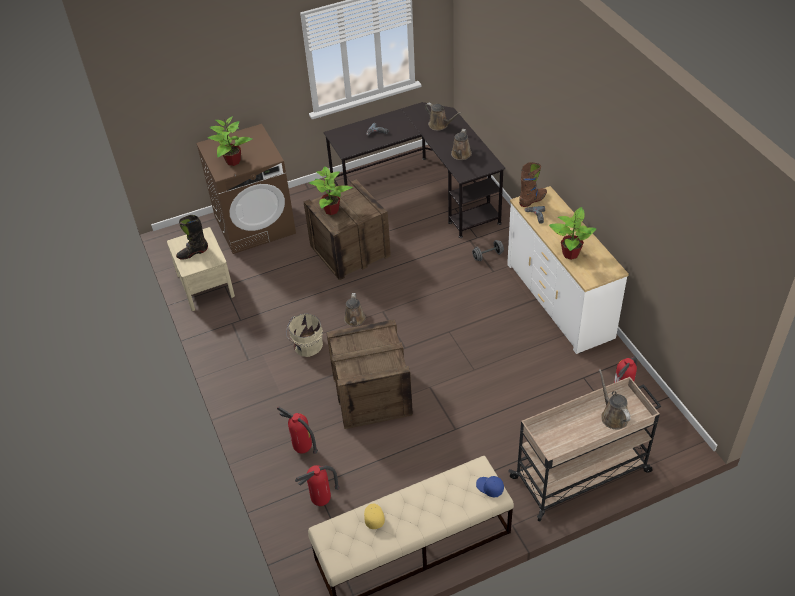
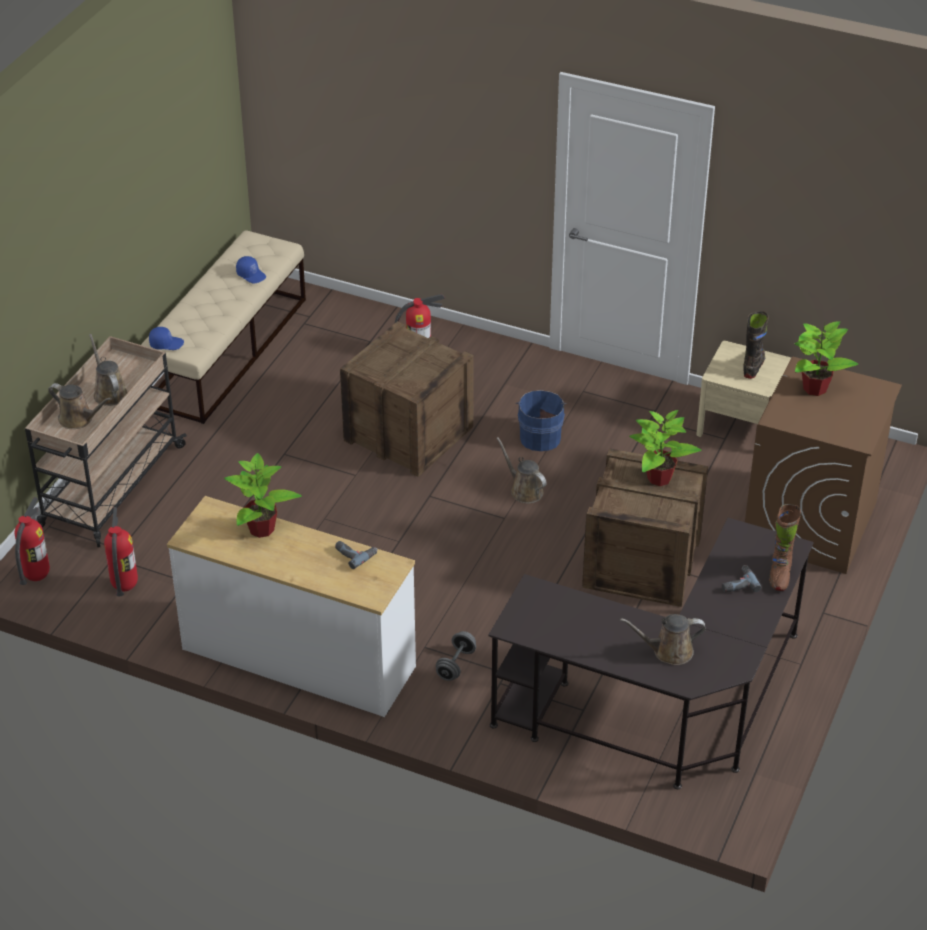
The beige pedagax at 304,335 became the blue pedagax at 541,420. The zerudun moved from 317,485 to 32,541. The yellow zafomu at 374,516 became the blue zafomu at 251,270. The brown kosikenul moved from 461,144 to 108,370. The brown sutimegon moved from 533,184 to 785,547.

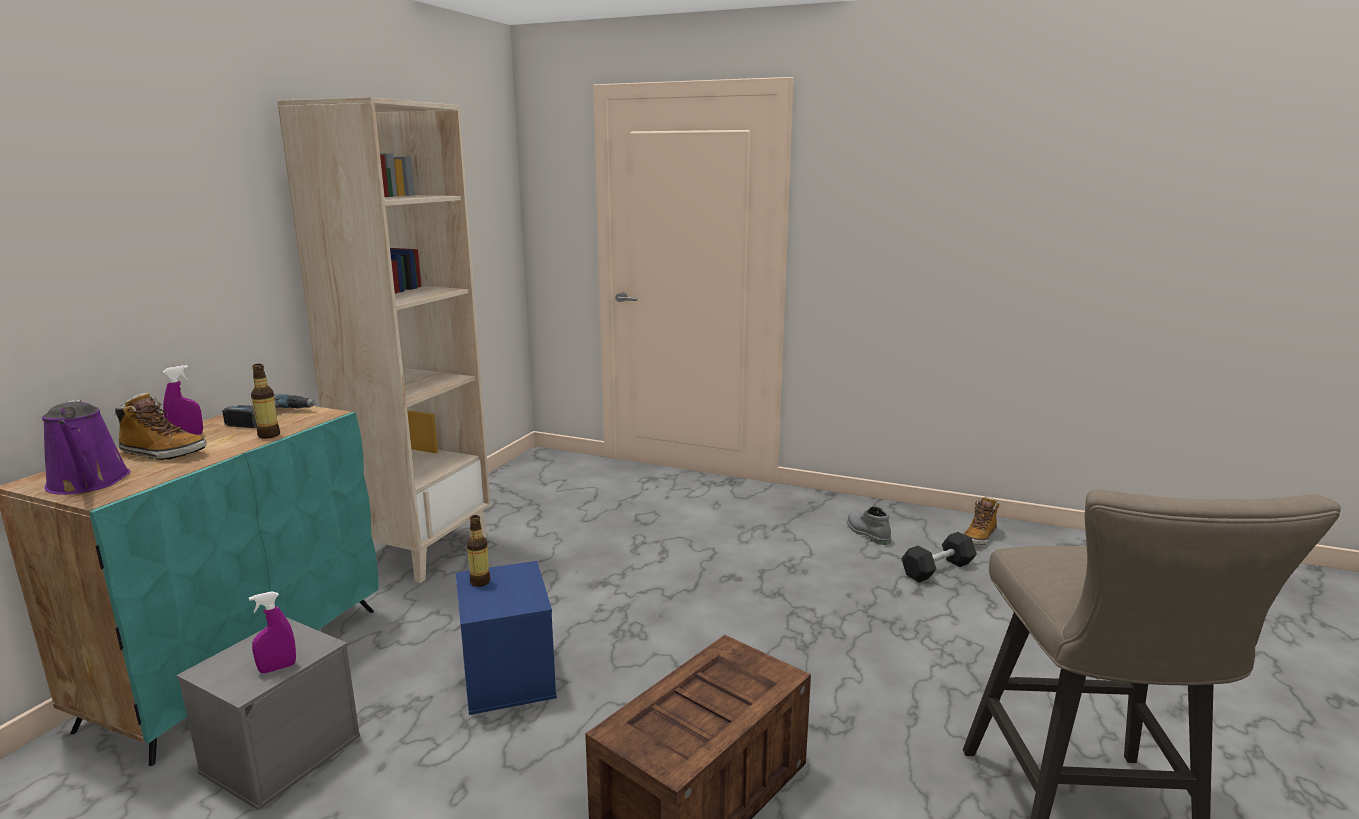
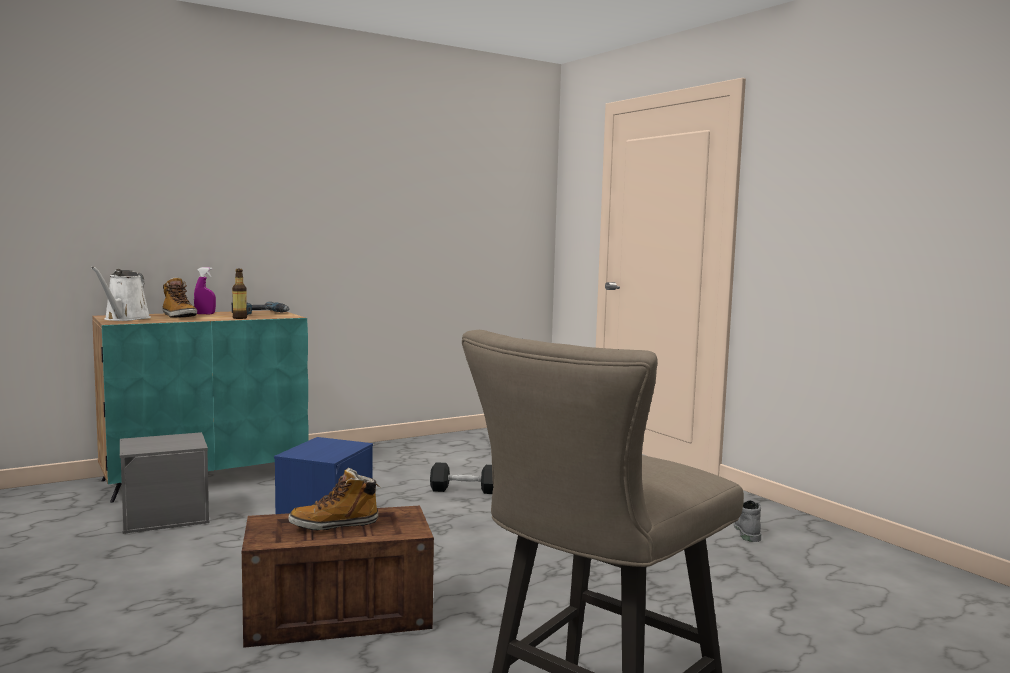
The purple kosikenul at 86,447 became the white kosikenul at 121,294. The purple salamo at 272,632 disappeared. The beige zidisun at 384,340 disappeared. The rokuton at 478,551 disappeared. The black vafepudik moved from 939,557 to 461,478. The sutimegon moved from 982,521 to 334,499.

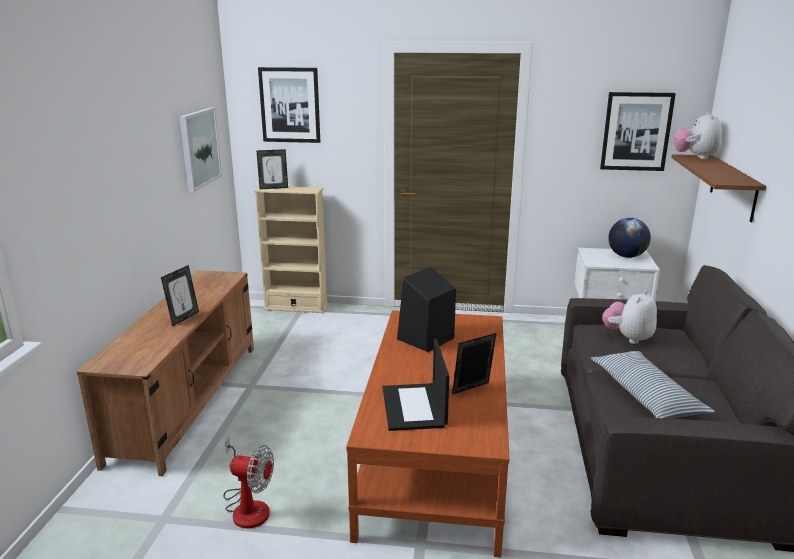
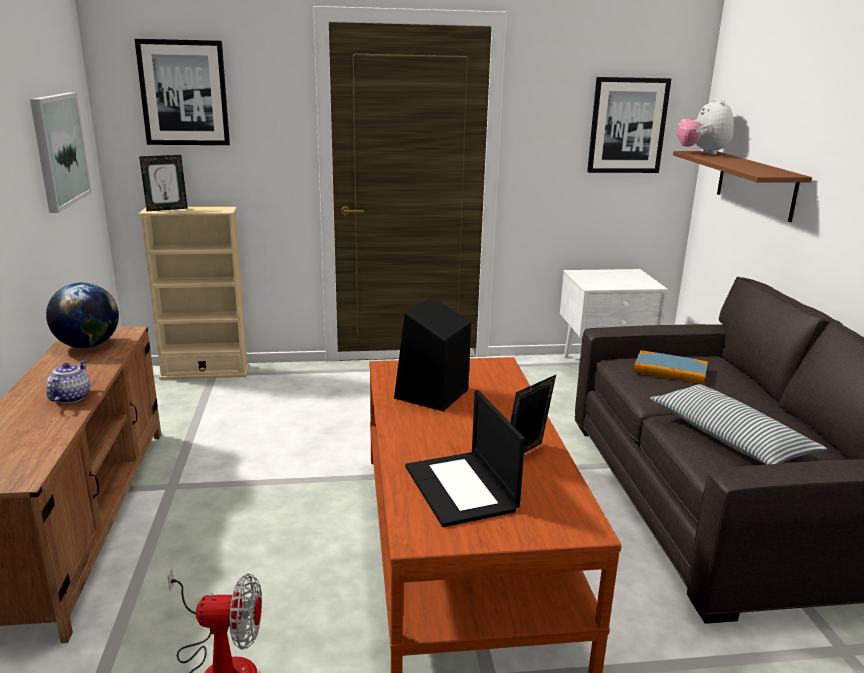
The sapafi at 180,295 was replaced by the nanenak at 68,381. The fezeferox at 629,317 was replaced by the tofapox at 671,367. The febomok moved from 629,238 to 82,315.

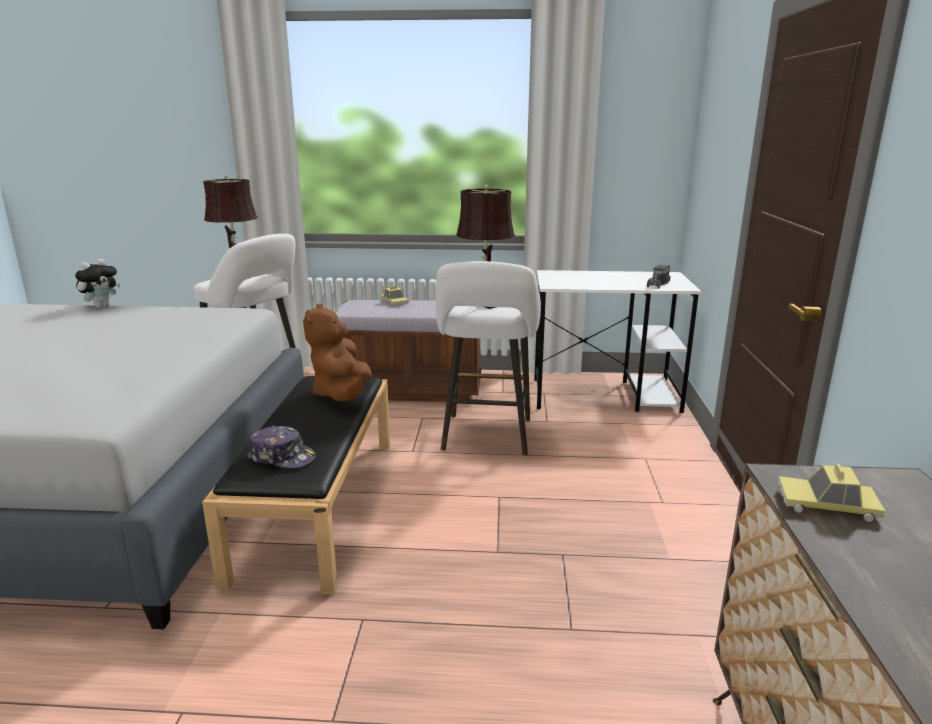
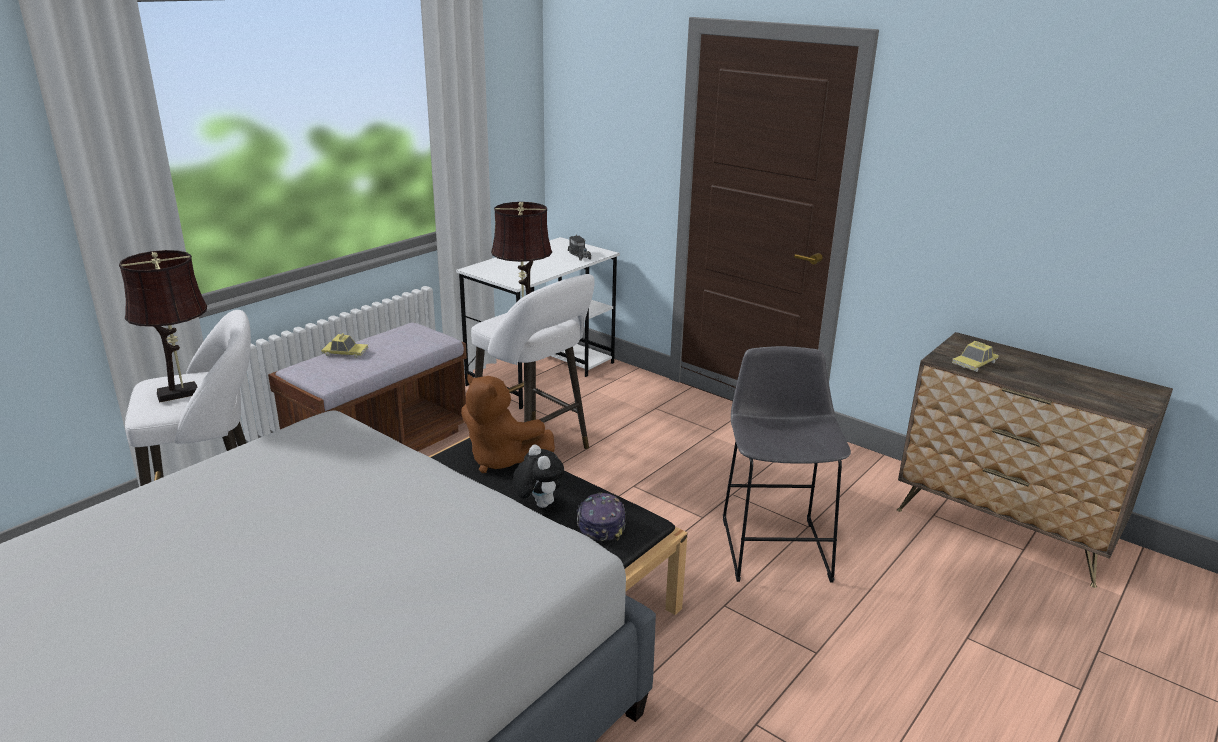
The fezeferox moved from 97,283 to 538,476. The zafomu at 281,447 turned 60 degrees counterclockwise. The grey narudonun at 787,464 appeared.

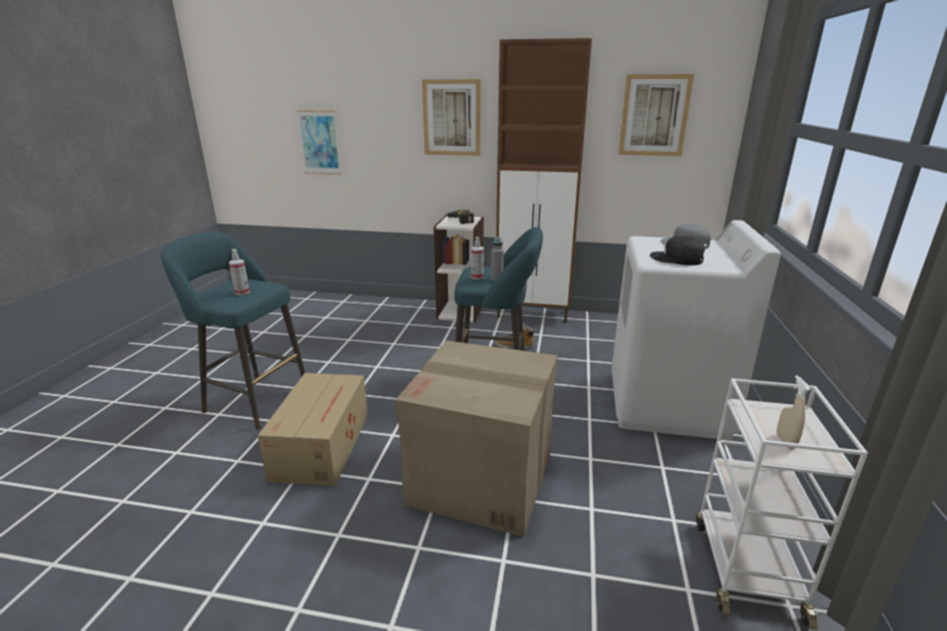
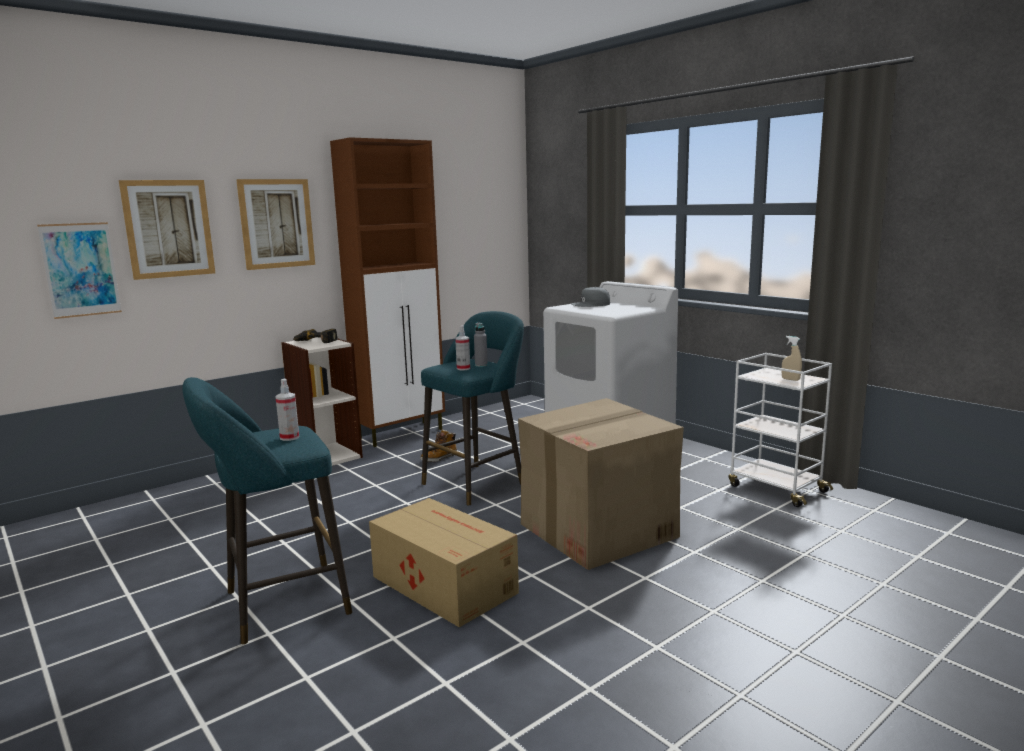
The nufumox moved from 656,115 to 167,230. The black zafomu at 677,250 disappeared.

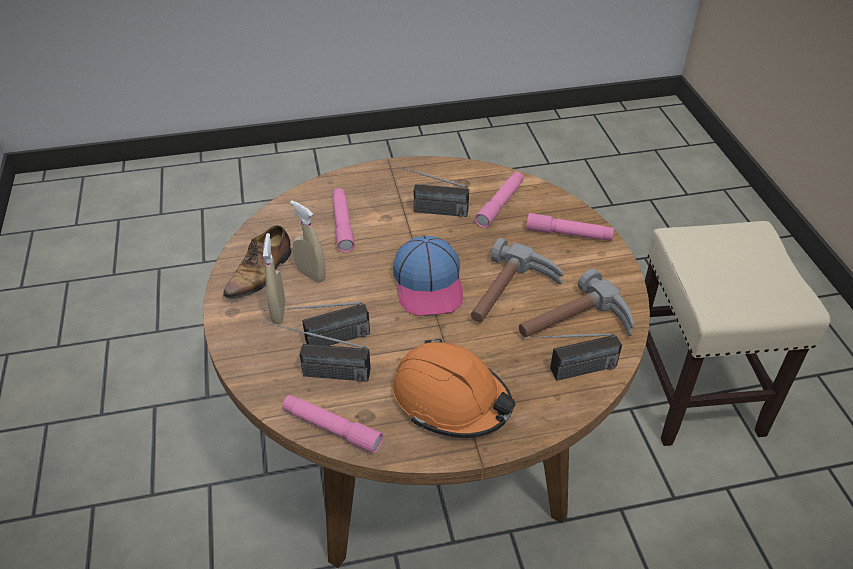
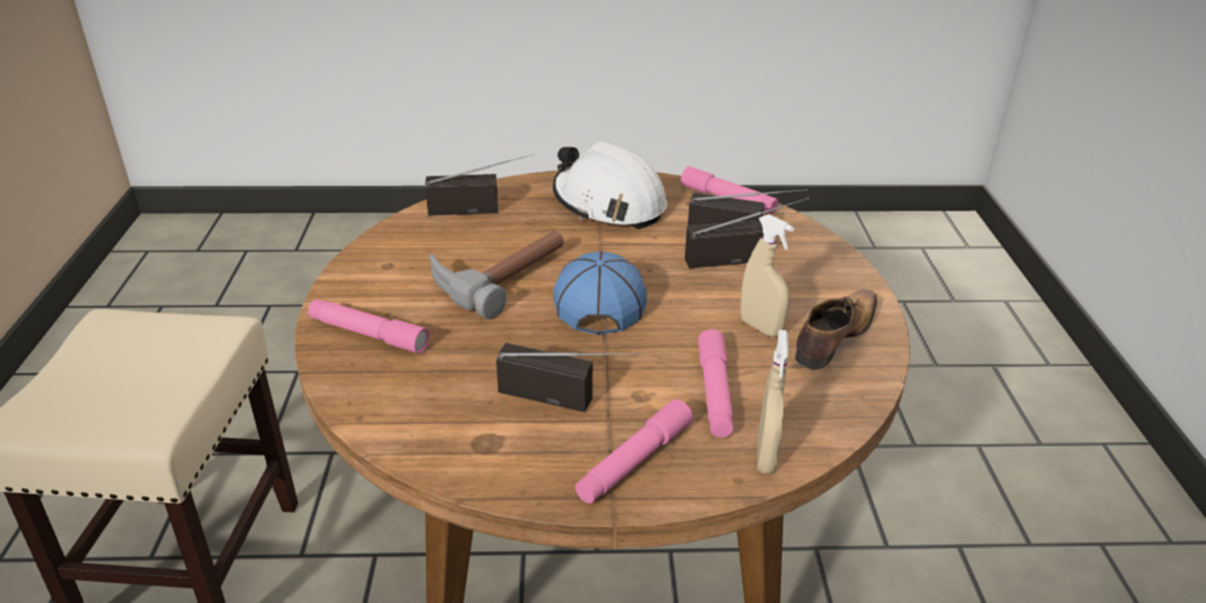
The beige salamo moved from 274,278 to 773,402. The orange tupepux at 454,388 became the white tupepux at 610,185. The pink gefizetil moved from 499,200 to 634,451. The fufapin at 576,303 disappeared.

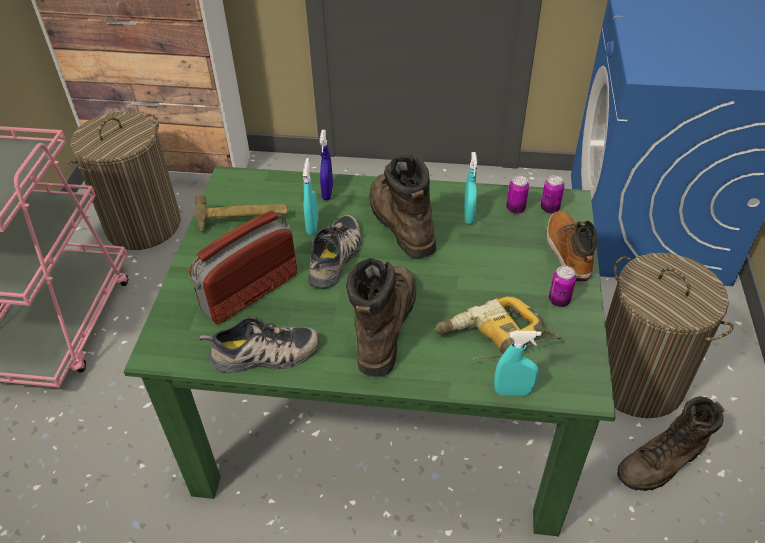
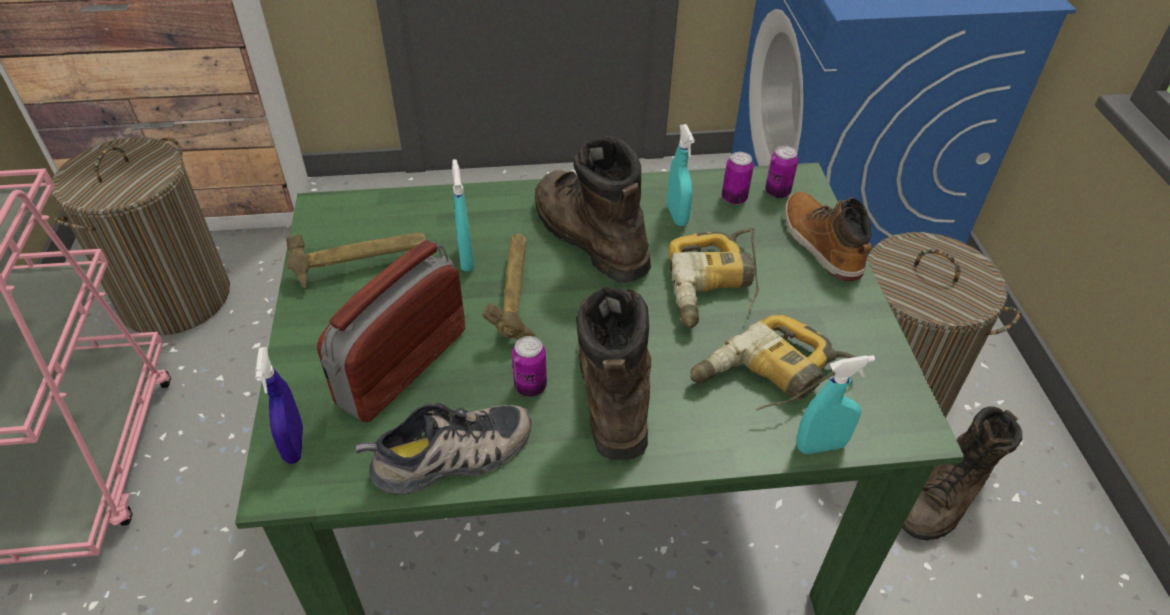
The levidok at 335,252 was replaced by the fufapin at 509,286. The blue salamo moved from 326,165 to 279,405. The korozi moved from 562,286 to 529,366. The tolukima at 713,278 appeared.

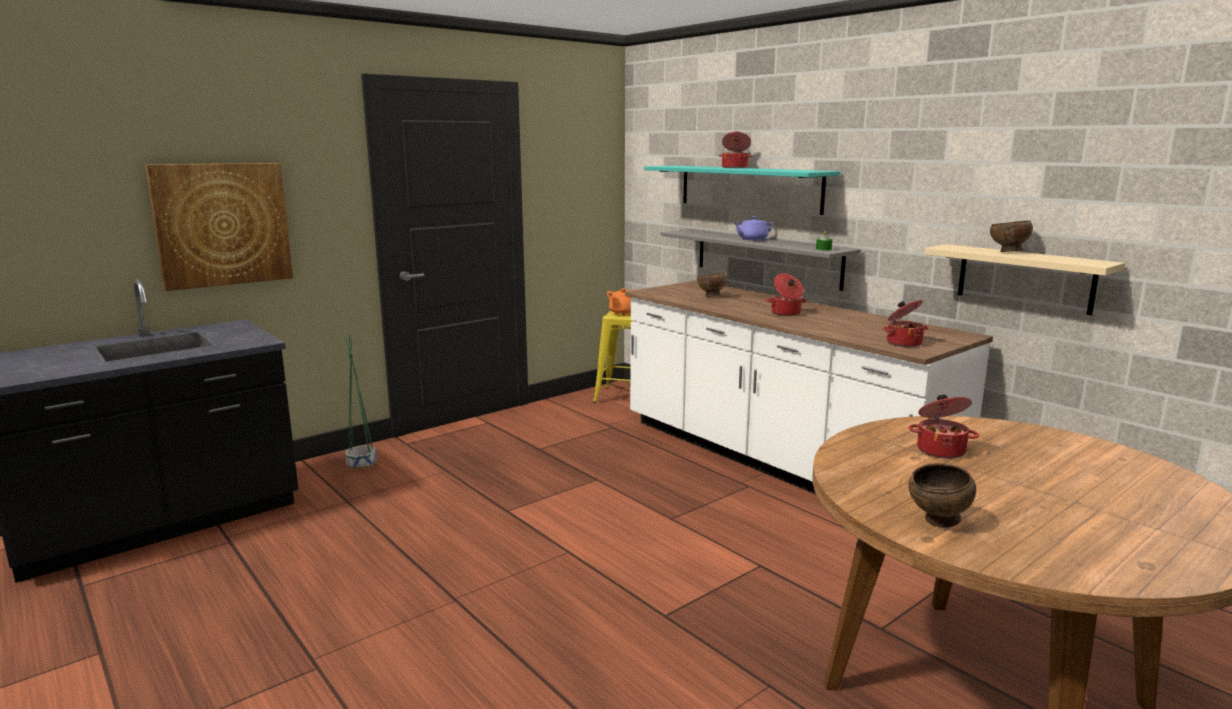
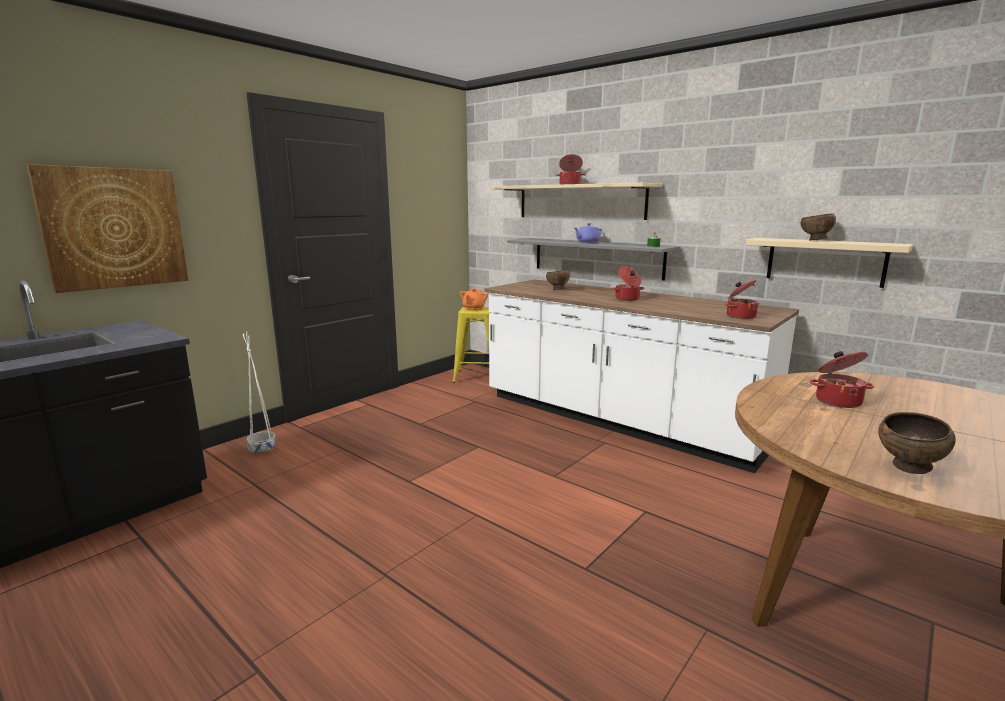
The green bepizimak at 360,402 became the white bepizimak at 259,392. The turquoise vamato at 742,190 became the beige vamato at 576,201.

